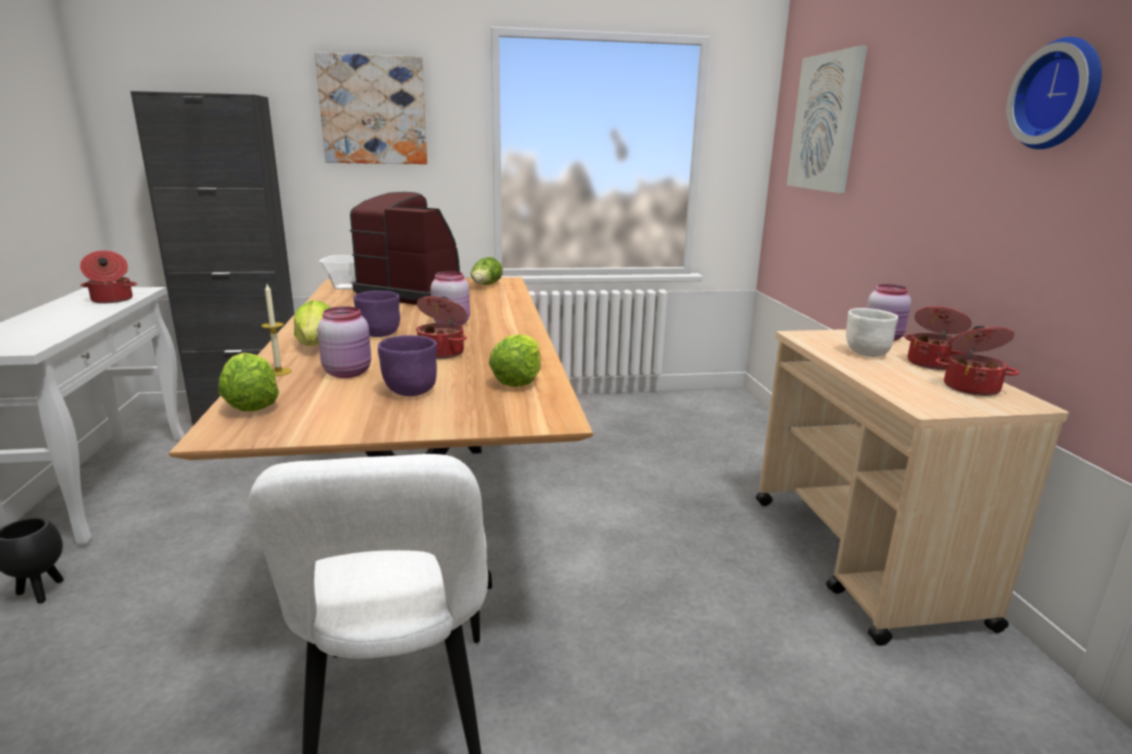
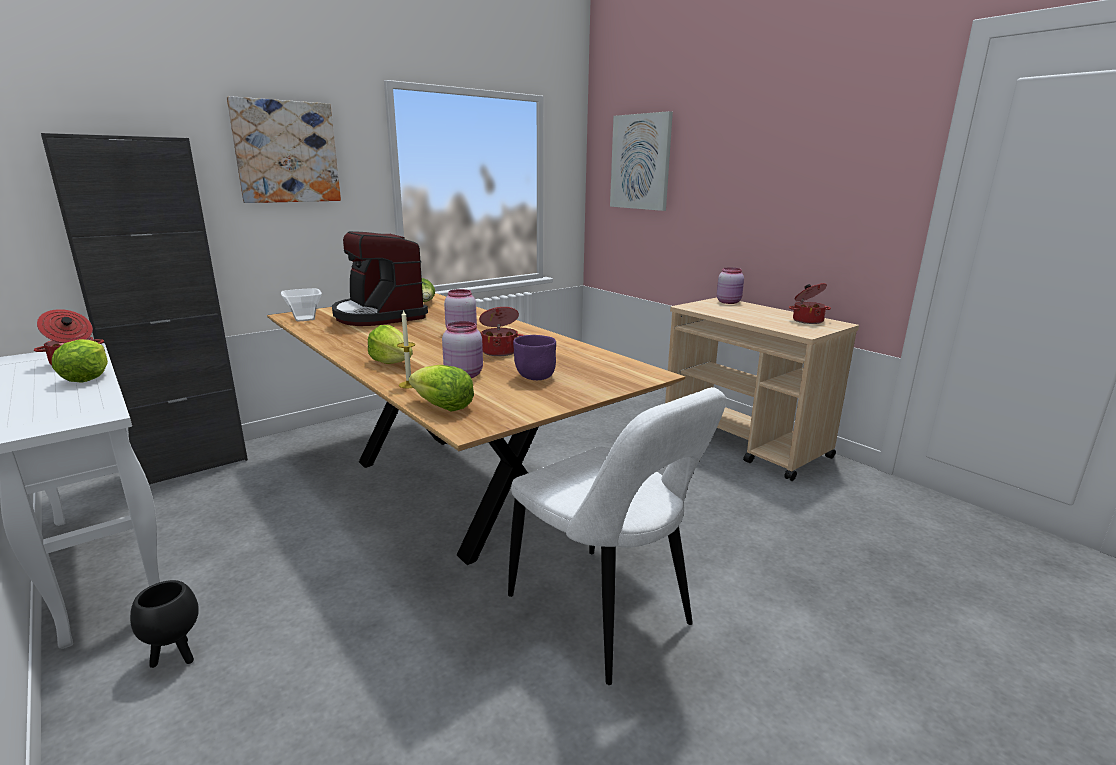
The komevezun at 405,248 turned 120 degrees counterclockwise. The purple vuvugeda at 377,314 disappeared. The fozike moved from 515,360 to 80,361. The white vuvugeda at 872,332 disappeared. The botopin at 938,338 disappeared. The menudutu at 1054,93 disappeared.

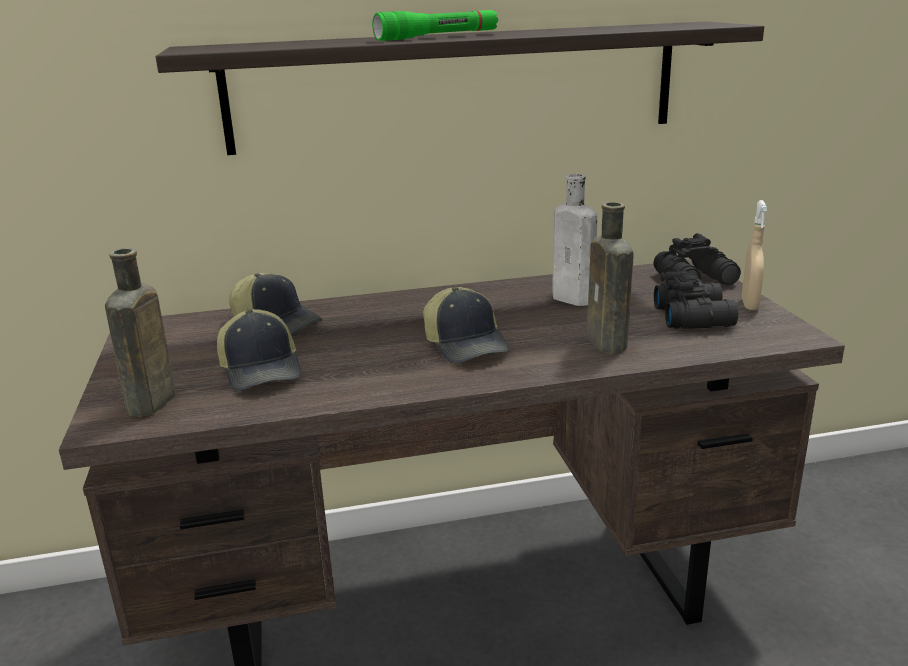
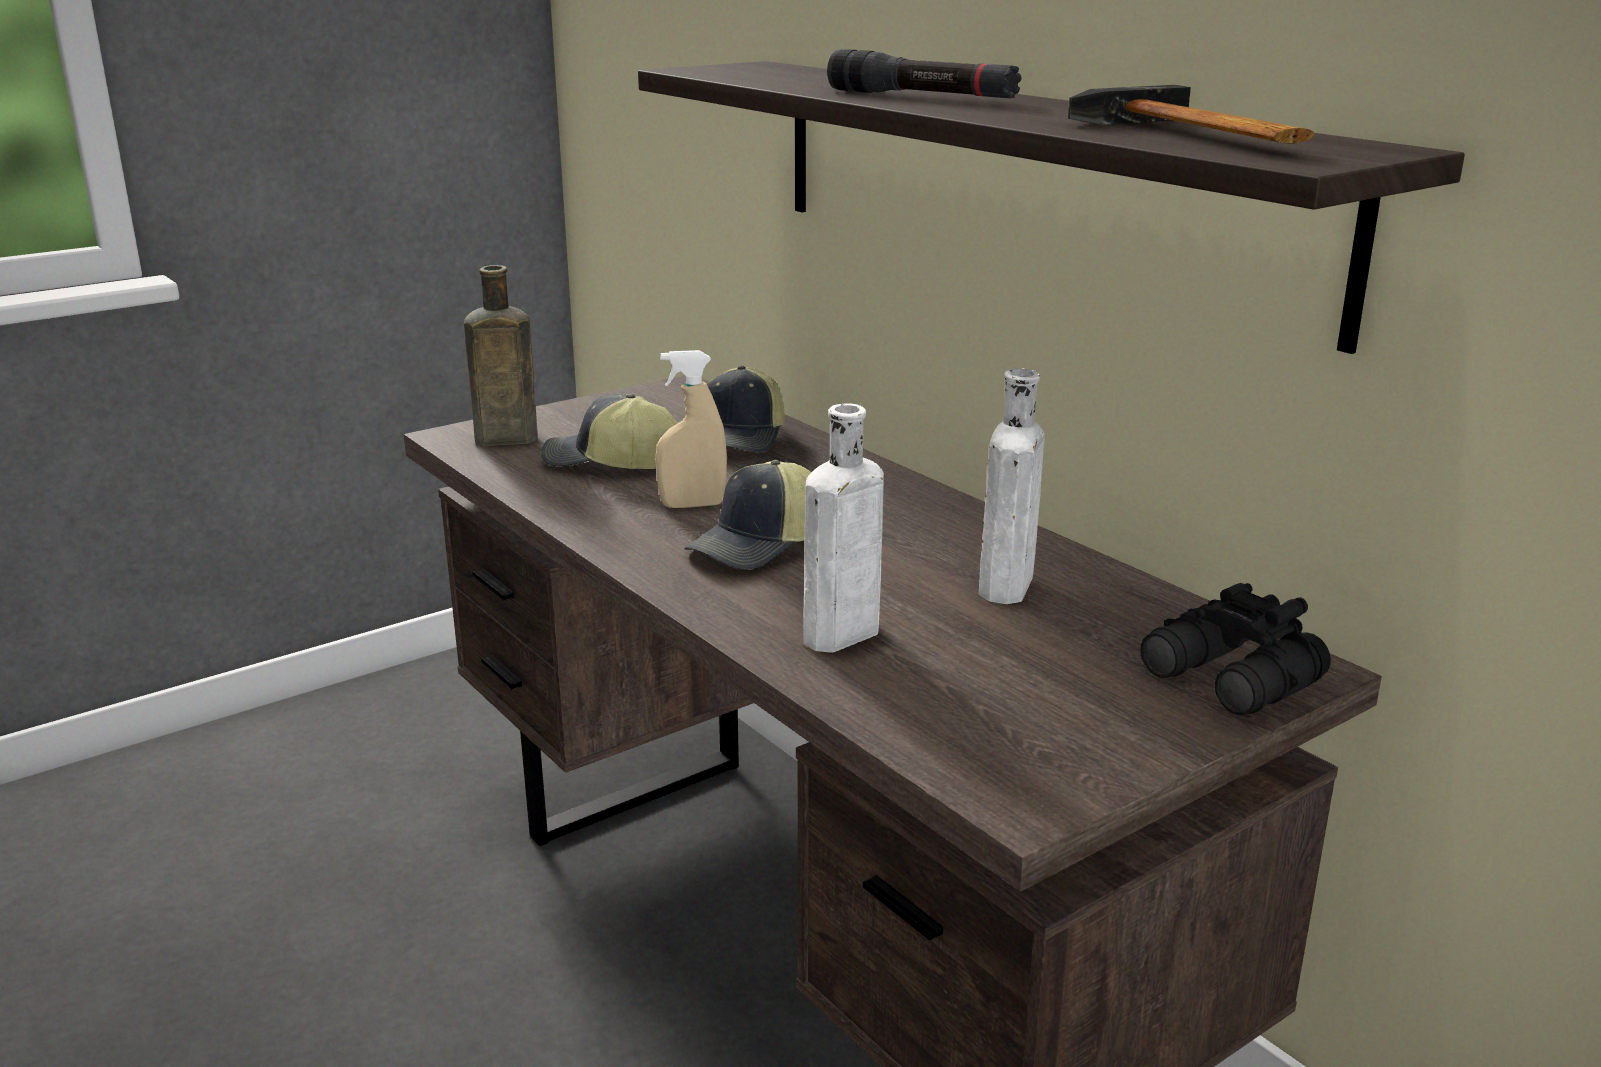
The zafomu at 259,350 turned 60 degrees clockwise. The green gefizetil at 435,25 became the black gefizetil at 924,74. The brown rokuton at 610,278 became the white rokuton at 843,528. The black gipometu at 696,300 disappeared. The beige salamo moved from 754,255 to 691,429. The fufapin at 1191,114 appeared.

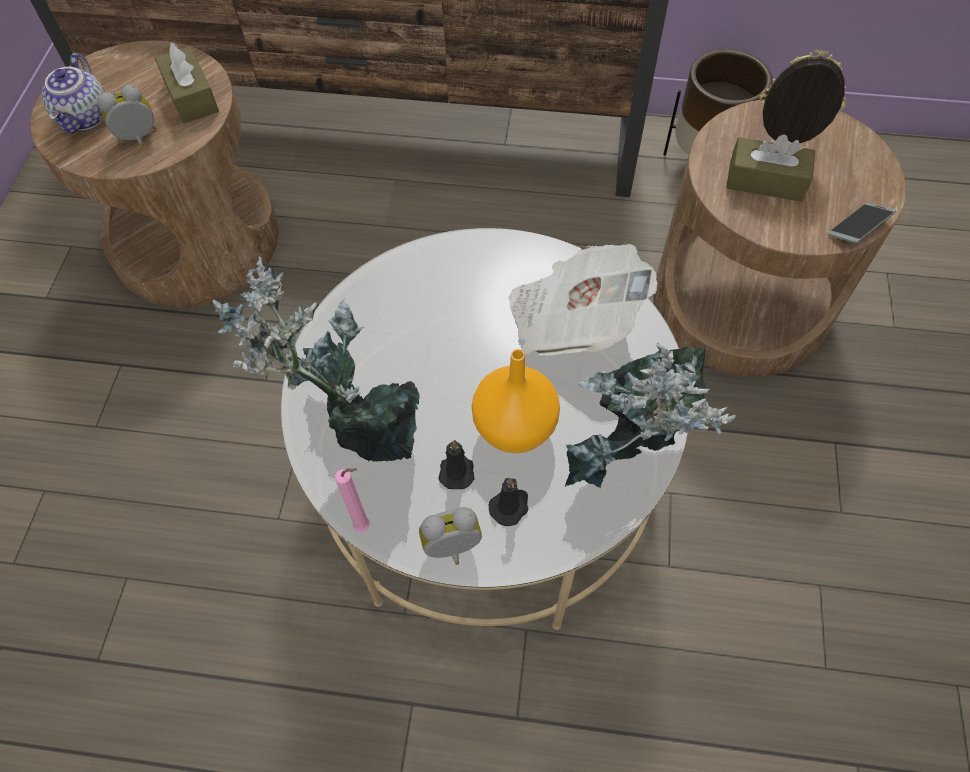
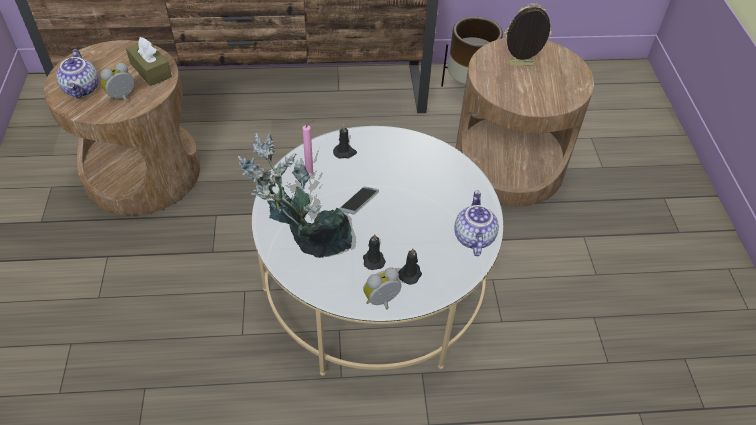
The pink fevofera moved from 352,500 to 308,149. The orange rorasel at 516,401 disappeared. The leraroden at 583,300 disappeared. The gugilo at 651,415 was replaced by the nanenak at 476,223. The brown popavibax at 770,168 disappeared. The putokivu moved from 862,223 to 359,200. The black fevofera at 345,141 appeared.

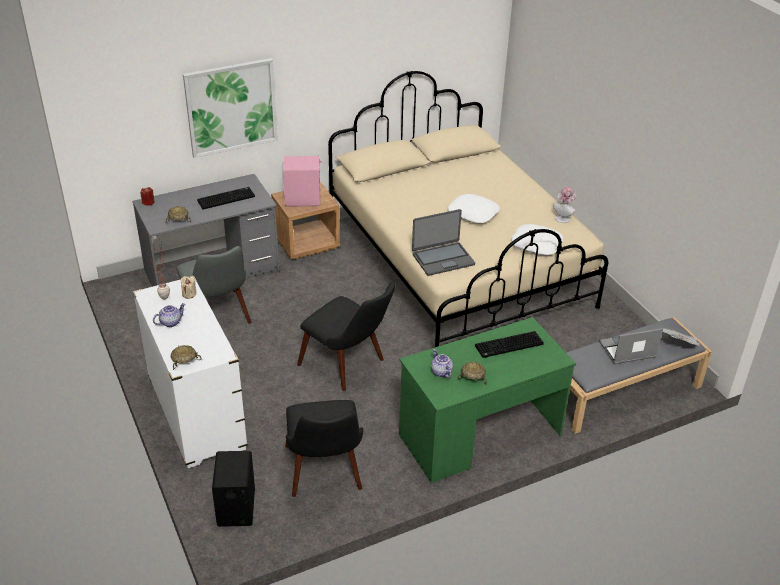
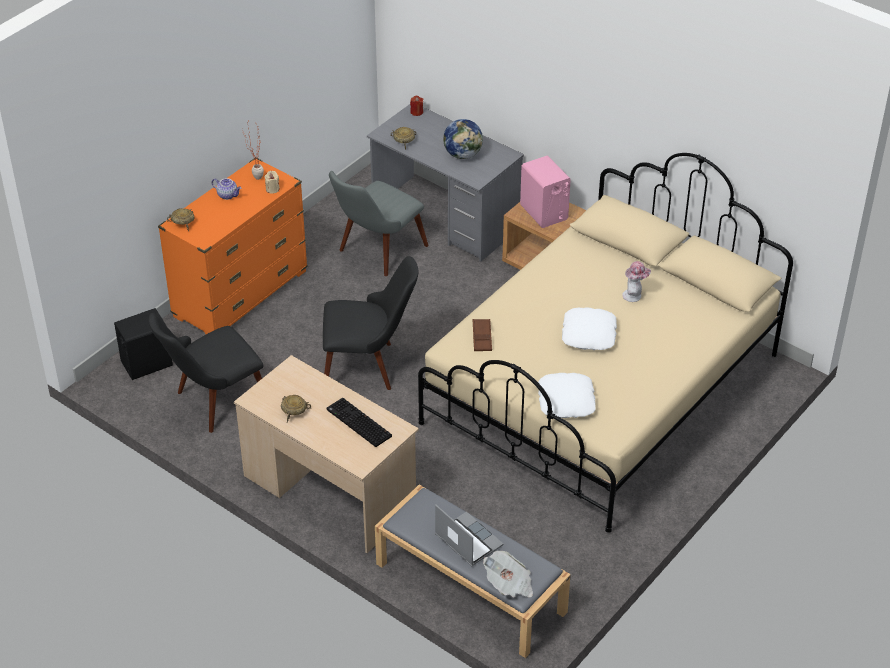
The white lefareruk at 190,372 became the orange lefareruk at 233,246. The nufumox at 230,108 disappeared. The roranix at 226,198 was replaced by the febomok at 463,139. The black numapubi at 346,336 turned 105 degrees counterclockwise. The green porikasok at 487,400 became the beige porikasok at 326,454. The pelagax at 443,242 was replaced by the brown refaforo at 482,335. The nanenak at 442,363 disappeared. The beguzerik moved from 565,205 to 636,281.

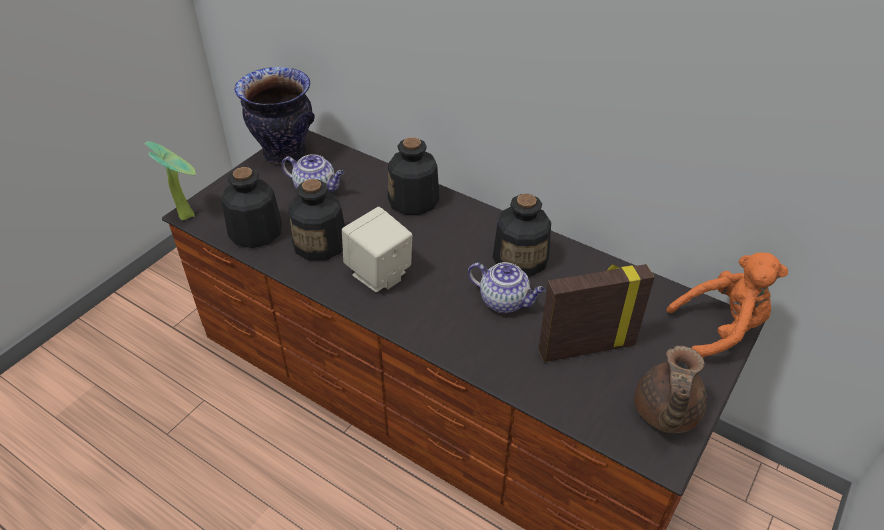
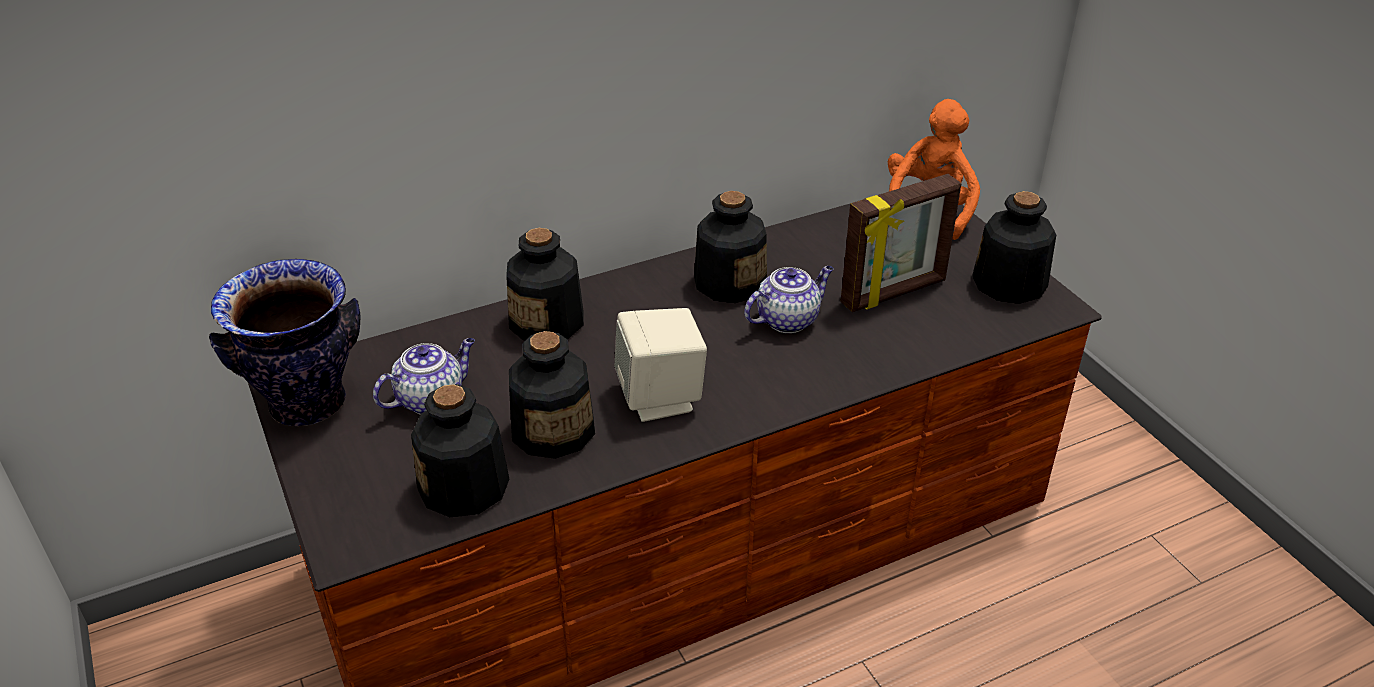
The gugilo at 170,181 disappeared. The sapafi at 596,313 turned 135 degrees counterclockwise. The brown nanenak at 670,389 was replaced by the rokuton at 1014,247.

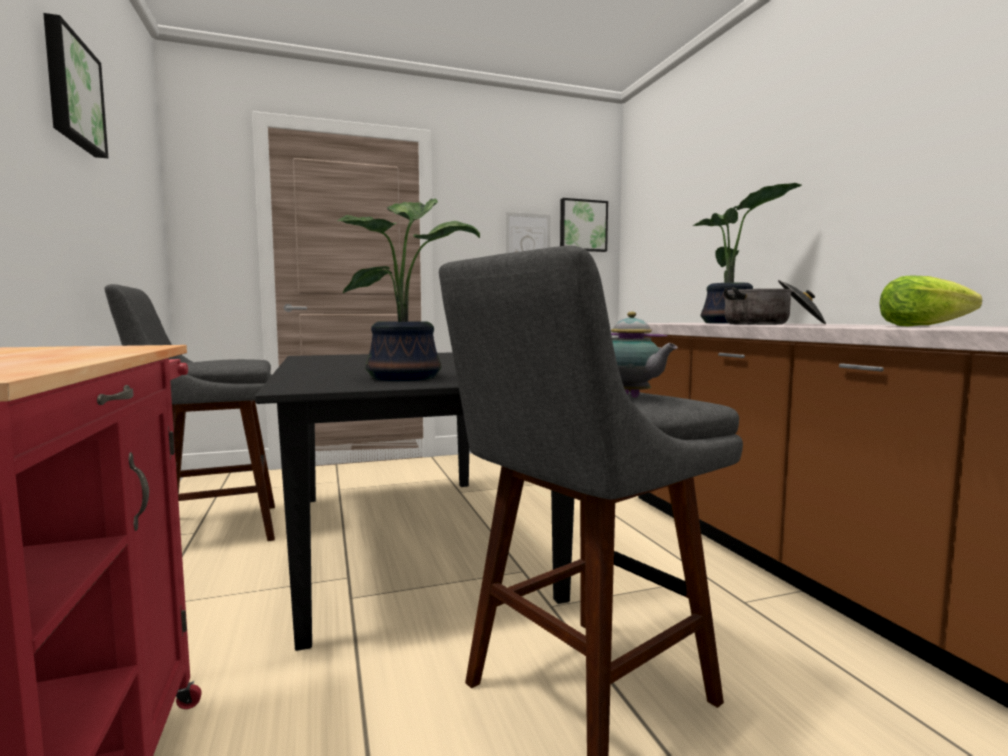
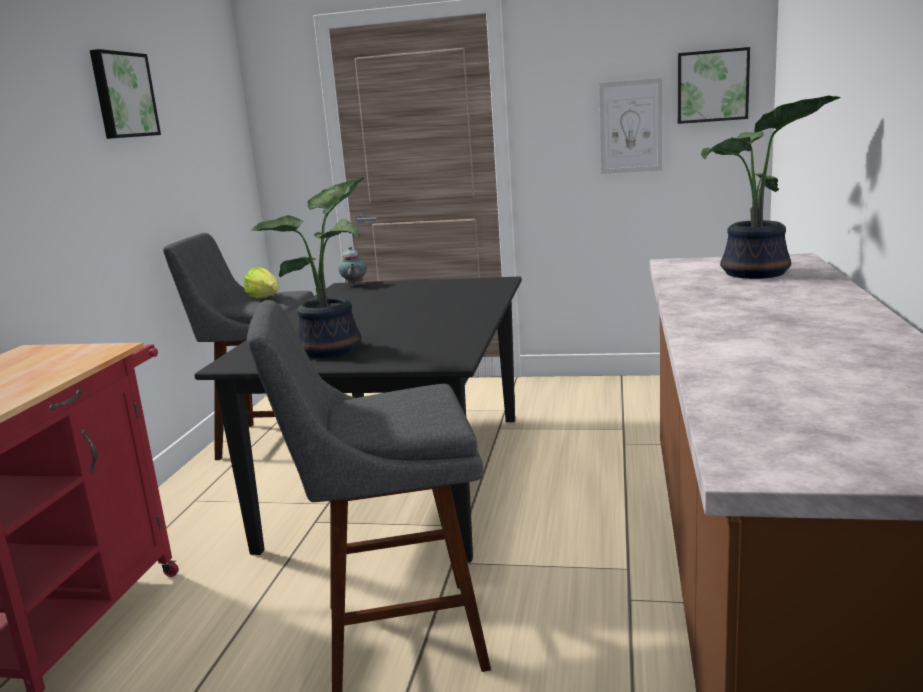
The nanenak moved from 644,354 to 353,266. The botopin at 775,302 disappeared. The fozike moved from 931,300 to 261,283.

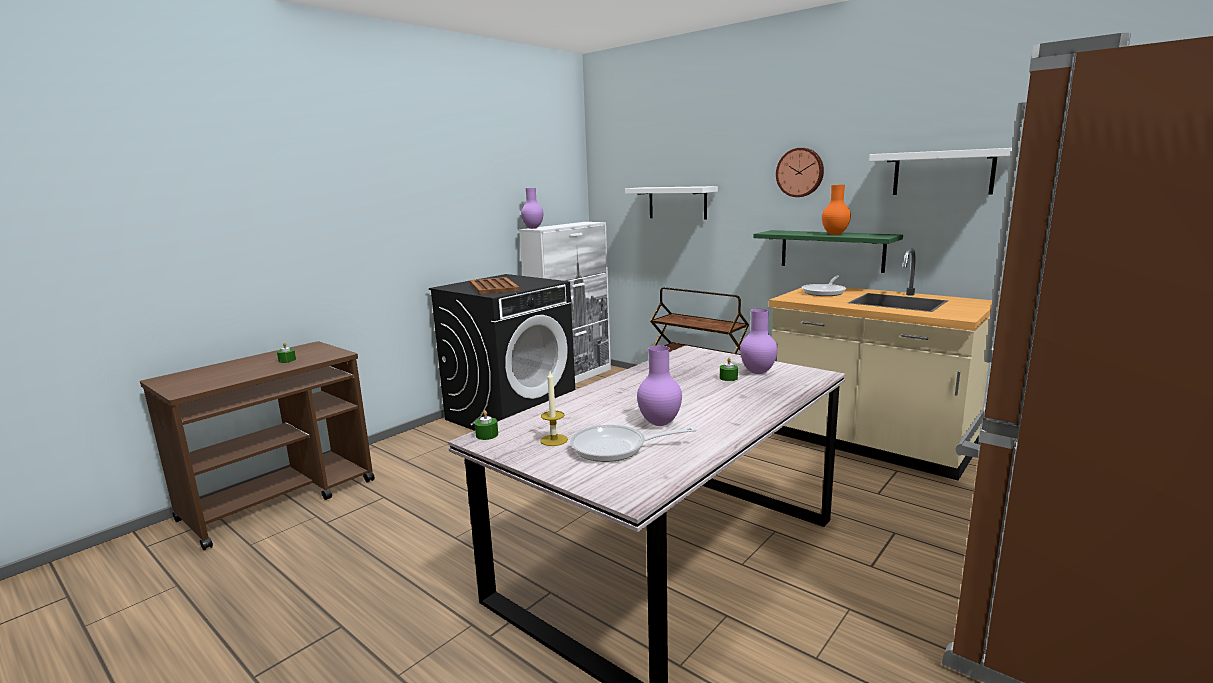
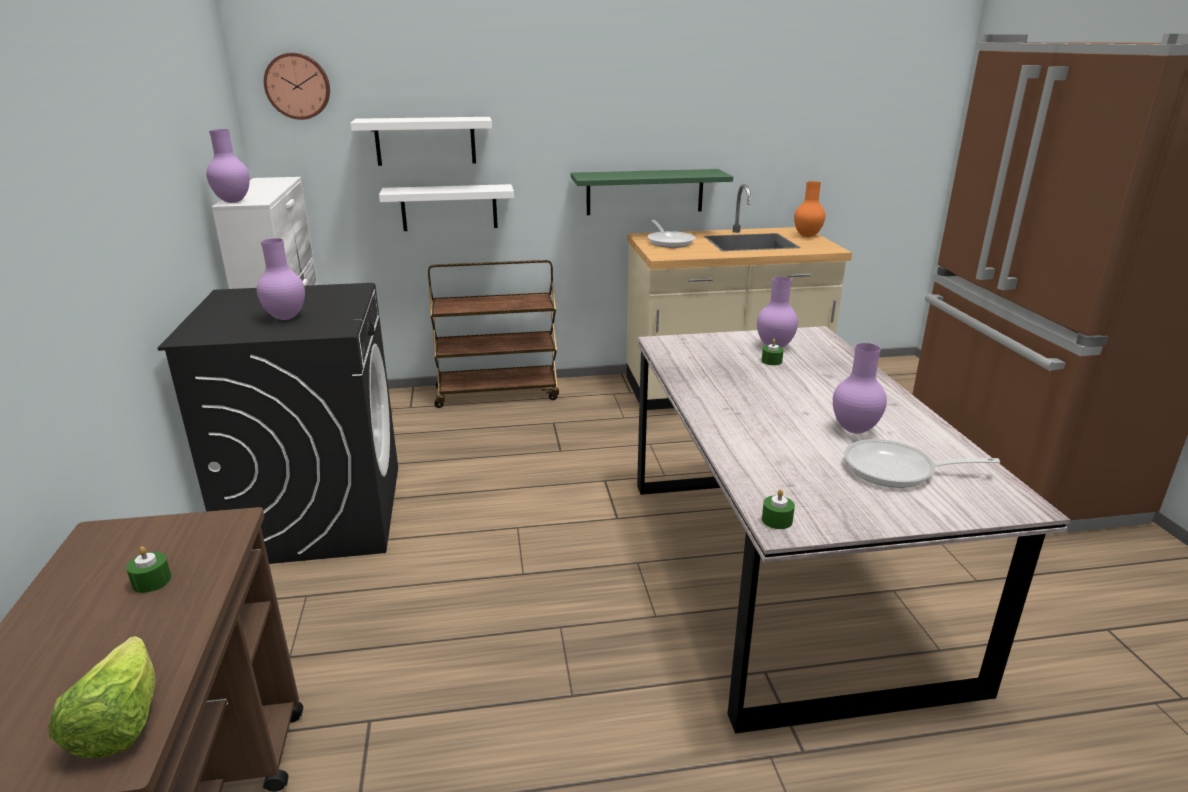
The brown refaforo at 495,286 was replaced by the purple rorasel at 281,279. The fevofera at 554,408 disappeared. The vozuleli at 633,443 turned 60 degrees clockwise. The menudutu moved from 800,172 to 297,86. The orange rorasel moved from 836,210 to 809,209. The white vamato moved from 940,171 to 446,207. The fozike at 101,697 appeared.

